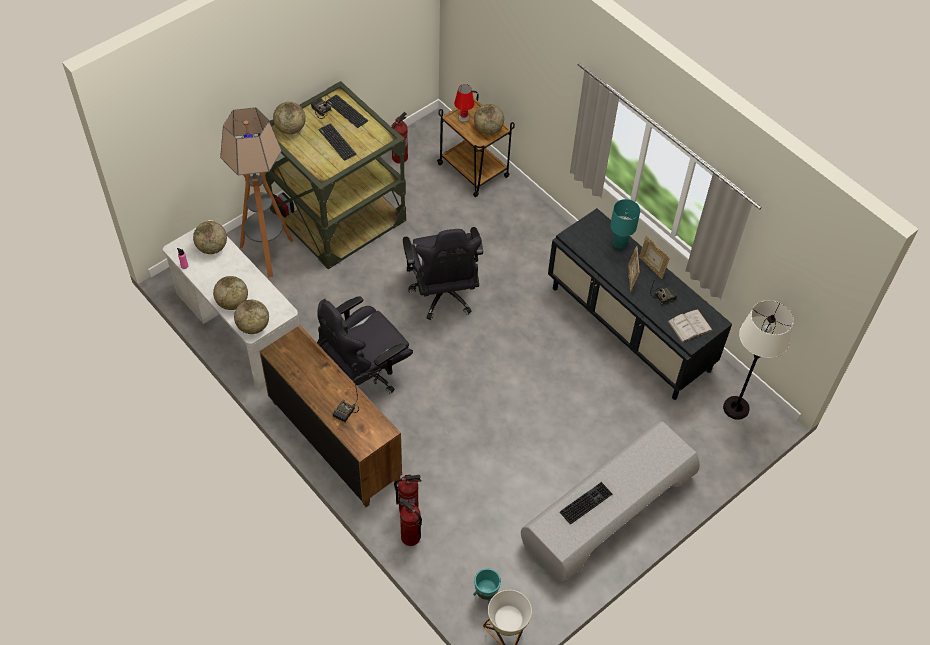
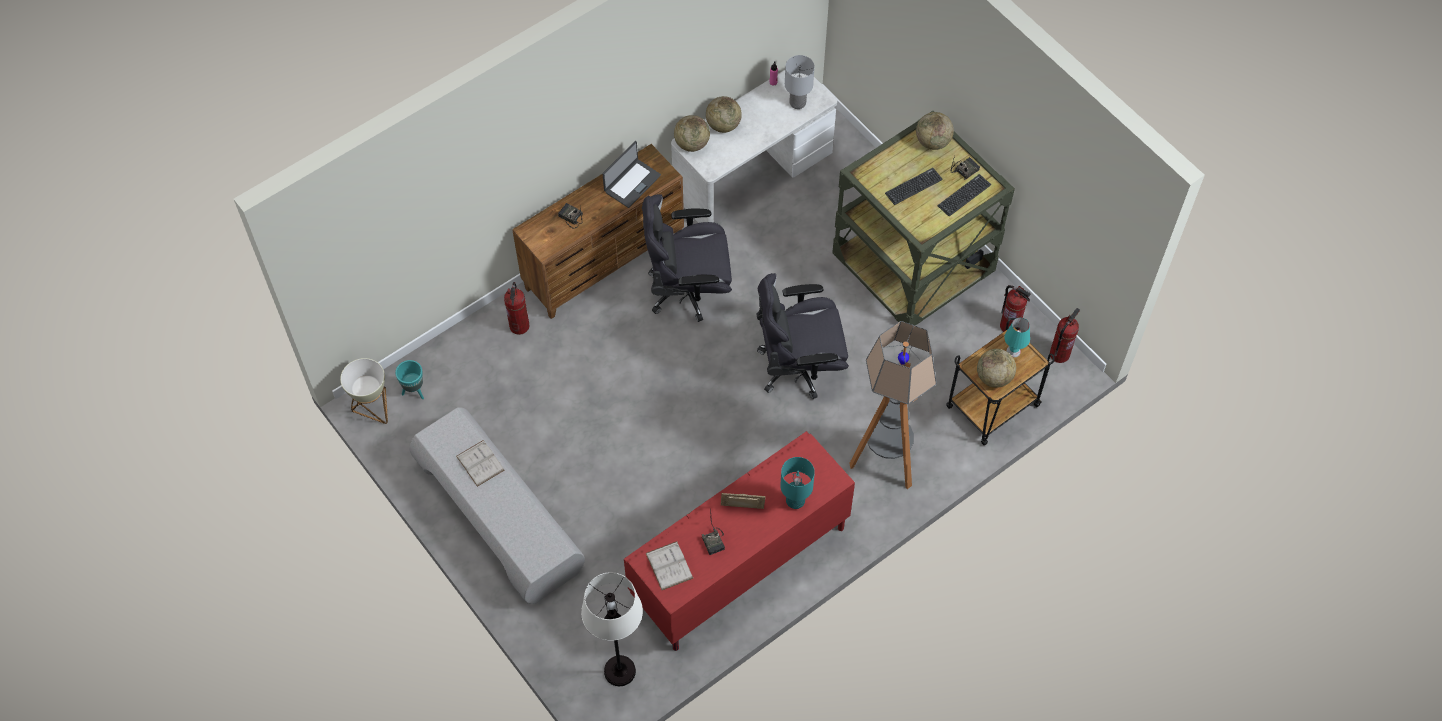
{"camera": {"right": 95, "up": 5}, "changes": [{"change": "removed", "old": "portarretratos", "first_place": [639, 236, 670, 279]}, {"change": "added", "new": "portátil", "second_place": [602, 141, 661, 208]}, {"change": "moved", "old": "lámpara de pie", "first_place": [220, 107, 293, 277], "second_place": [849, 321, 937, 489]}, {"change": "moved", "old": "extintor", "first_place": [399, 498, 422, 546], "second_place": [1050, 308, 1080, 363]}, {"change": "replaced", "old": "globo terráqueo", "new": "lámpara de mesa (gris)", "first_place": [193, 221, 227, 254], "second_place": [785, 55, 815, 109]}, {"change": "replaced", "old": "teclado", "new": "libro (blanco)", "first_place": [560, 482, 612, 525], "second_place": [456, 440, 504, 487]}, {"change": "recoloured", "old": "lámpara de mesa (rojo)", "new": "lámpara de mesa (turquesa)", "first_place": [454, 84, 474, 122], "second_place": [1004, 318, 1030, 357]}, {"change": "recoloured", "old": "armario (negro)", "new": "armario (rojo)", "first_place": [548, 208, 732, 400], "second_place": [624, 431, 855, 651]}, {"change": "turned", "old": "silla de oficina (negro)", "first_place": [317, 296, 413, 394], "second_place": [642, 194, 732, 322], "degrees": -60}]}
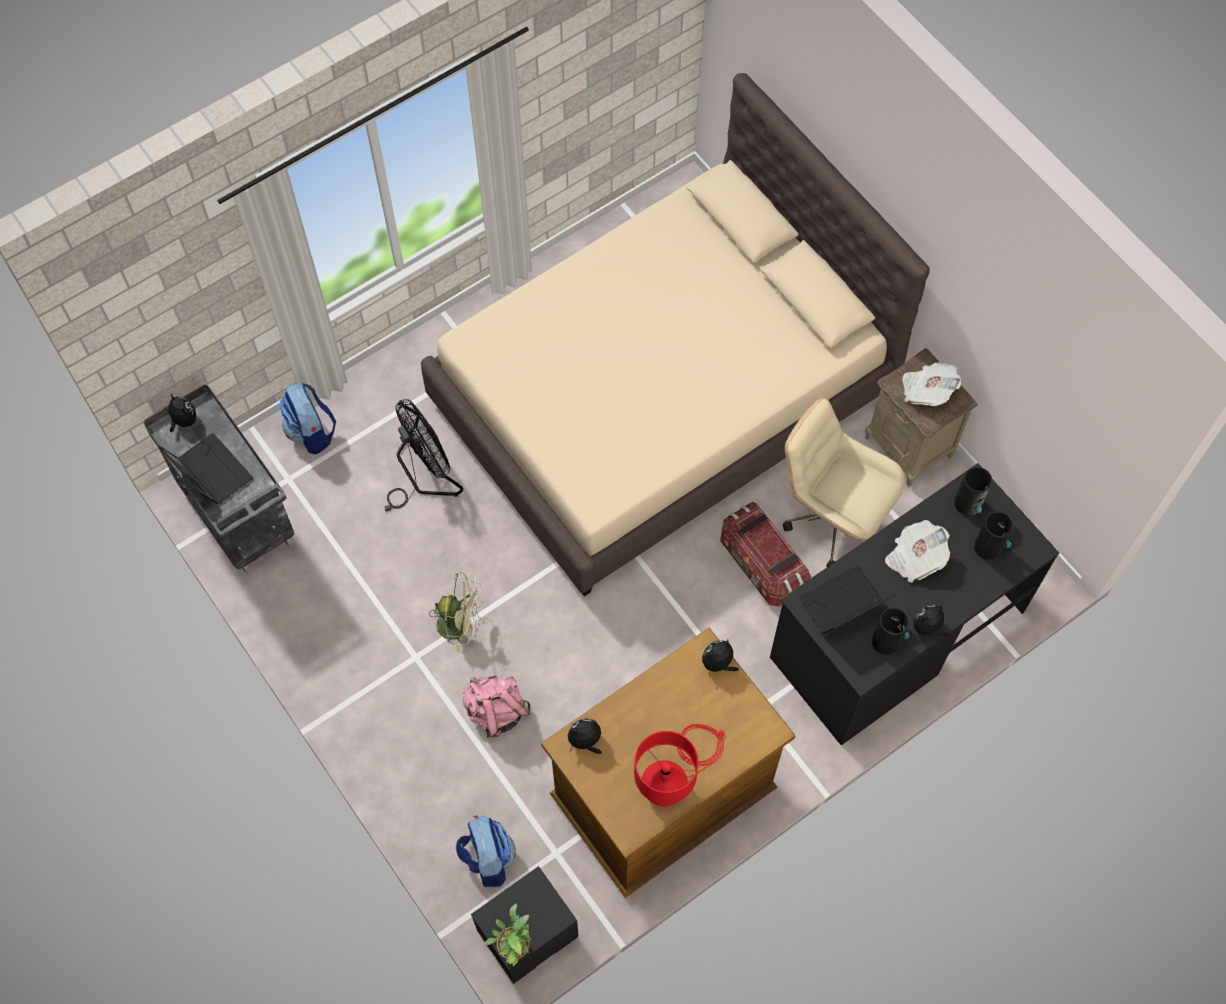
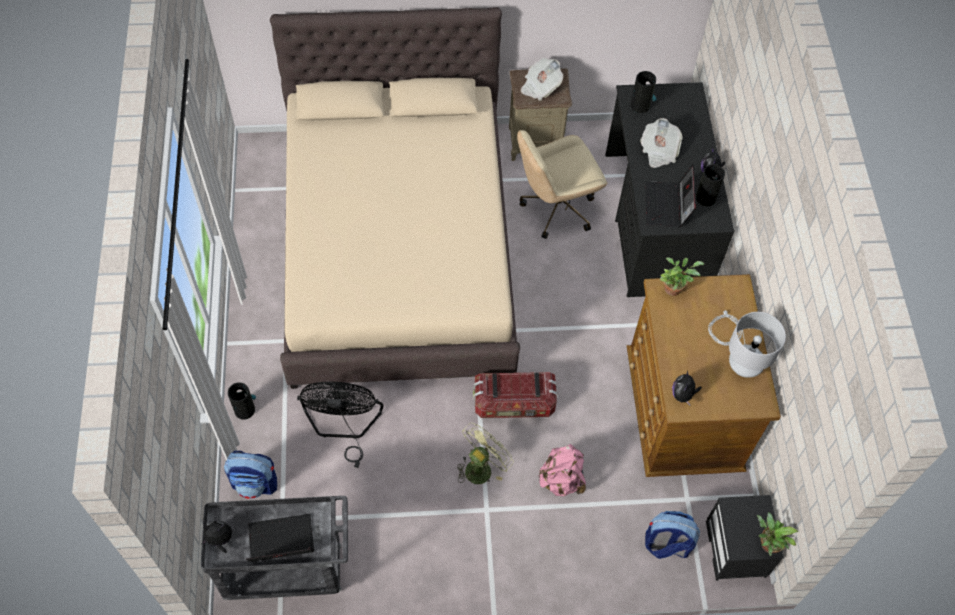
{"camera": {"right": -60, "up": -5}, "changes": [{"change": "moved", "old": "caja de almacenaje", "first_place": [720, 501, 811, 607], "second_place": [473, 372, 558, 418]}, {"change": "moved", "old": "florero", "first_place": [974, 511, 1013, 560], "second_place": [228, 382, 256, 420]}, {"change": "replaced", "old": "peluche", "new": "planta en maceta", "first_place": [702, 640, 739, 677], "second_place": [660, 257, 704, 296]}, {"change": "recoloured", "old": "lámpara de mesa (rojo)", "new": "lámpara de mesa (blanco)", "first_place": [634, 724, 724, 806], "second_place": [708, 310, 786, 378]}]}
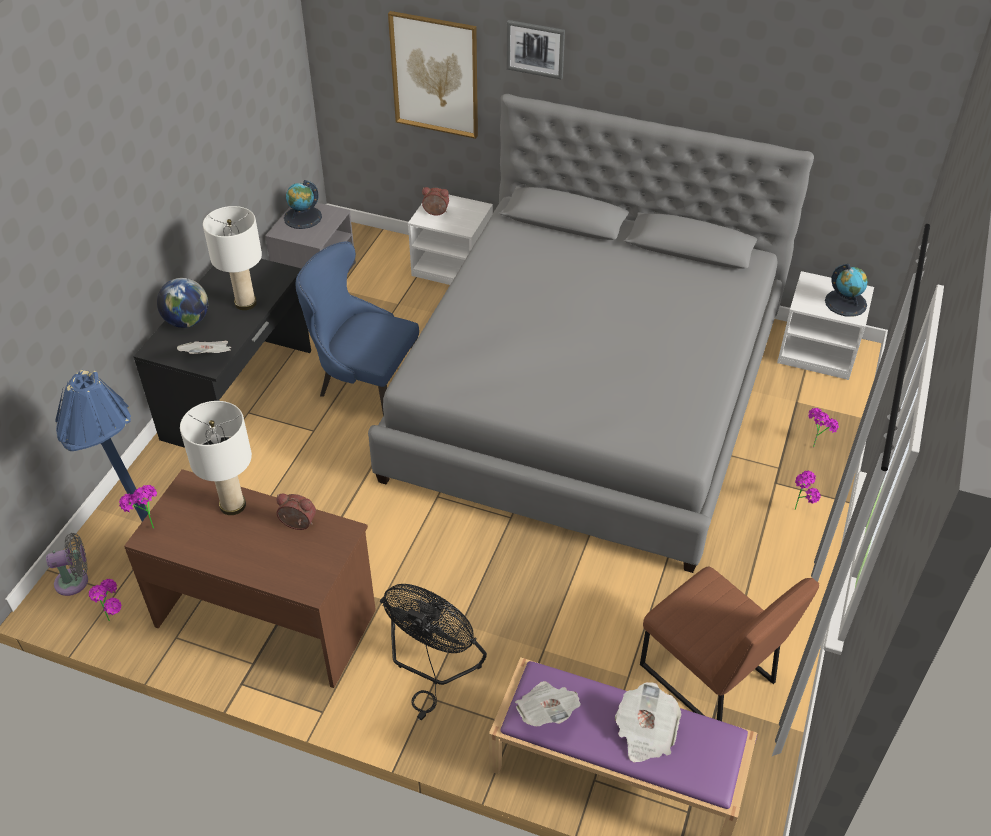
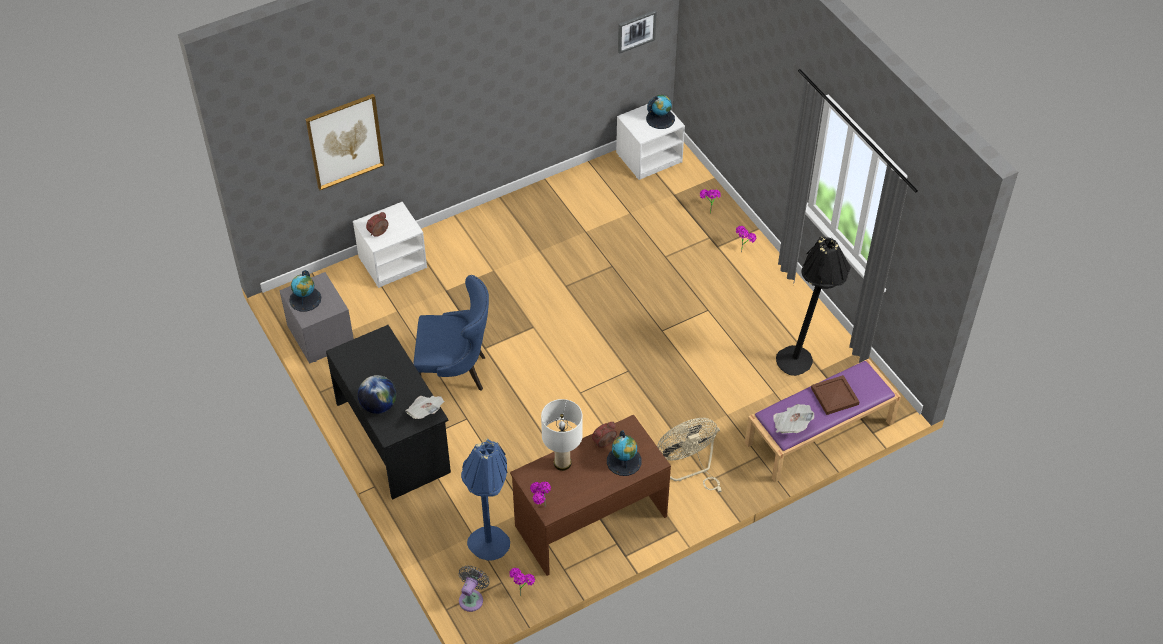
{"camera": {"right": -50, "up": 5}, "changes": [{"change": "removed", "old": "lámpara de mesa (blanco)", "first_place": [203, 206, 262, 310]}, {"change": "removed", "old": "cama (gris)", "first_place": [368, 94, 814, 573]}, {"change": "added", "new": "globo terráqueo", "second_place": [607, 430, 642, 476]}, {"change": "moved", "old": "cuadro", "first_place": [507, 20, 565, 80], "second_place": [618, 10, 657, 54]}, {"change": "replaced", "old": "periódico", "new": "bandeja (marrón)", "first_place": [615, 682, 682, 762], "second_place": [811, 375, 859, 415]}, {"change": "replaced", "old": "silla (marrón)", "new": "lámpara de pie (negro)", "first_place": [640, 566, 819, 721], "second_place": [776, 237, 851, 376]}, {"change": "recoloured", "old": "ventilador (negro)", "new": "ventilador (beis)", "first_place": [380, 584, 487, 721], "second_place": [657, 418, 722, 493]}, {"change": "turned", "old": "silla (azul)", "first_place": [296, 241, 419, 416], "second_place": [413, 275, 489, 391], "degrees": -150}]}
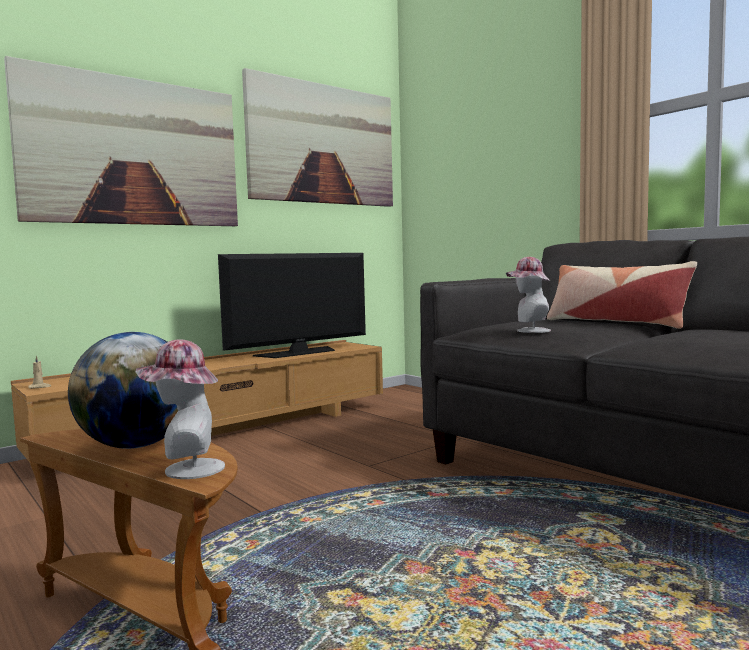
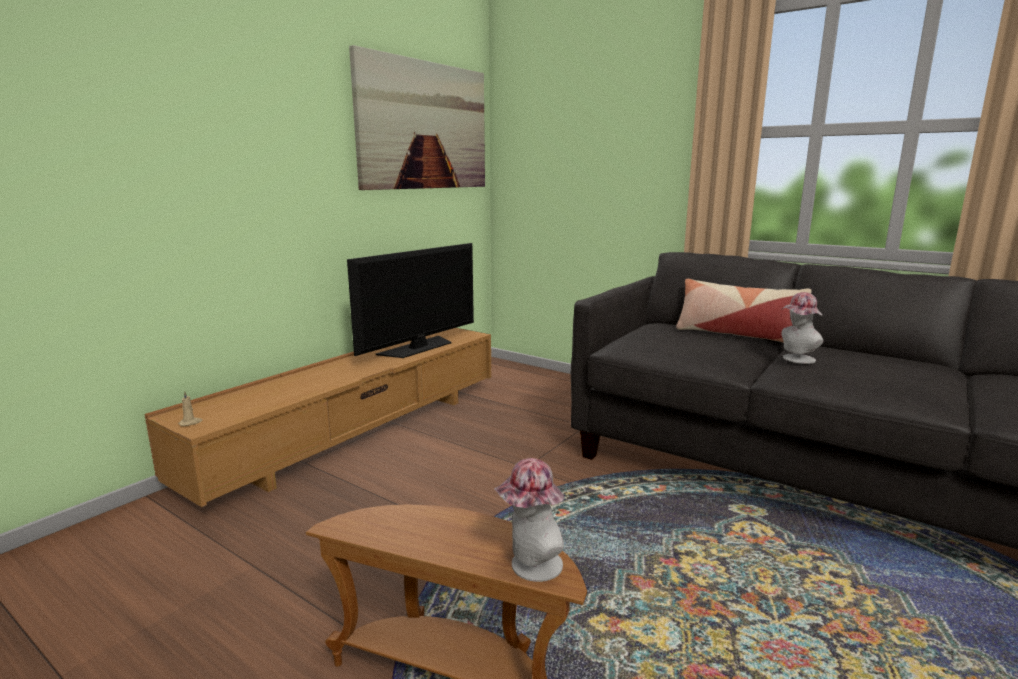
{"camera": {"right": -15, "up": 10}, "changes": [{"change": "removed", "old": "cuadro", "first_place": [4, 56, 238, 226]}, {"change": "removed", "old": "globo terráqueo", "first_place": [68, 332, 178, 449]}, {"change": "moved", "old": "sombrero", "first_place": [506, 257, 551, 333], "second_place": [782, 292, 823, 364]}]}
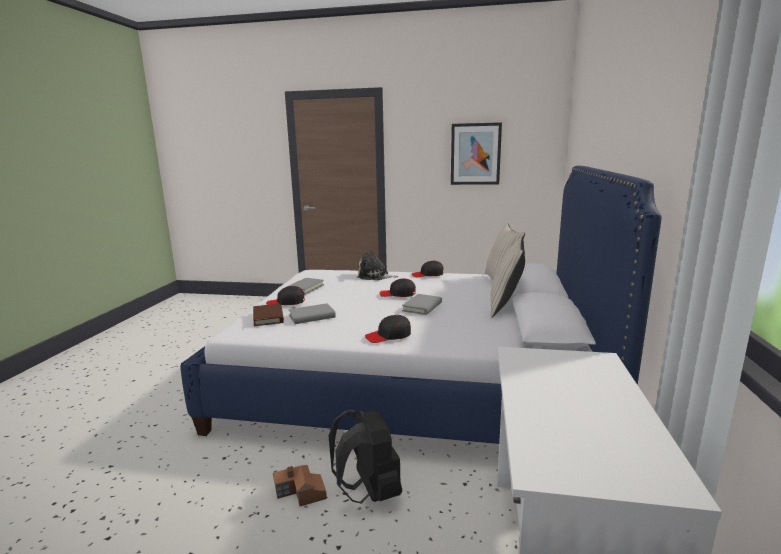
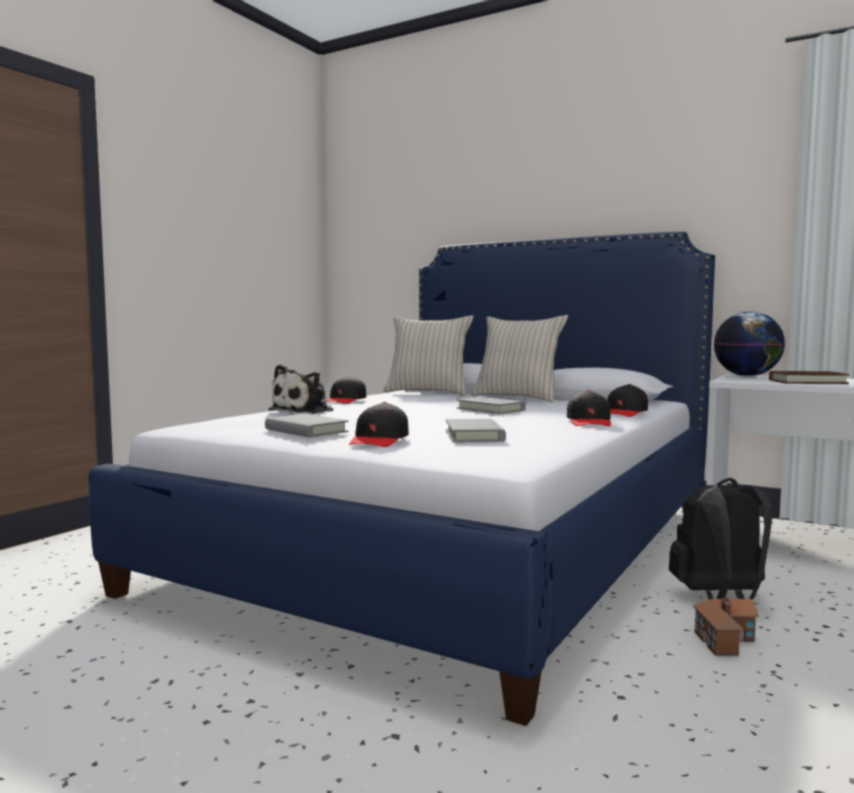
{"camera": {"right": -70, "up": -10}, "changes": [{"change": "removed", "old": "cuadro", "first_place": [451, 122, 502, 185]}, {"change": "added", "new": "globo terráqueo", "second_place": [714, 311, 785, 376]}, {"change": "moved", "old": "libro (marrón)", "first_place": [253, 304, 284, 326], "second_place": [769, 371, 850, 384]}, {"change": "moved", "old": "gorra (negro)", "first_place": [380, 278, 416, 297], "second_place": [607, 384, 648, 417]}]}
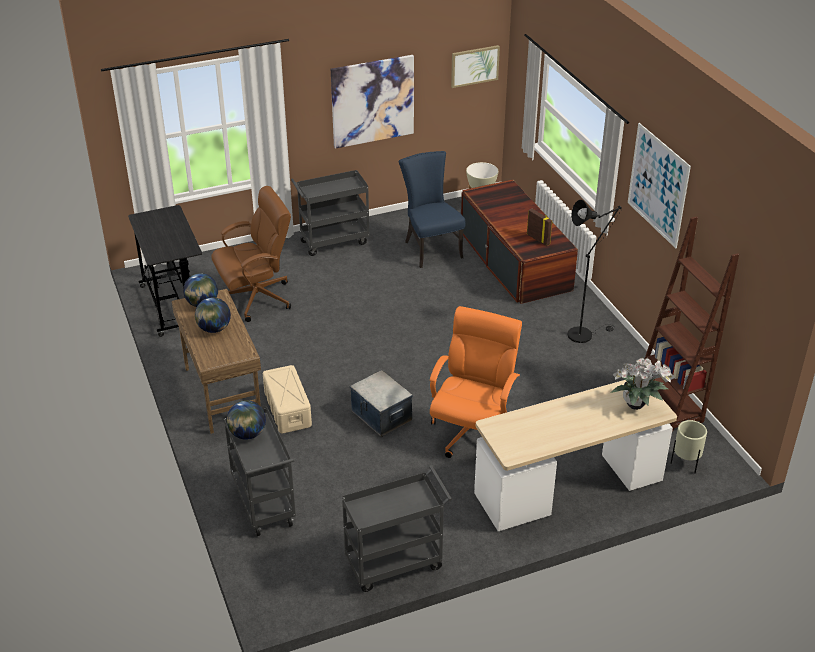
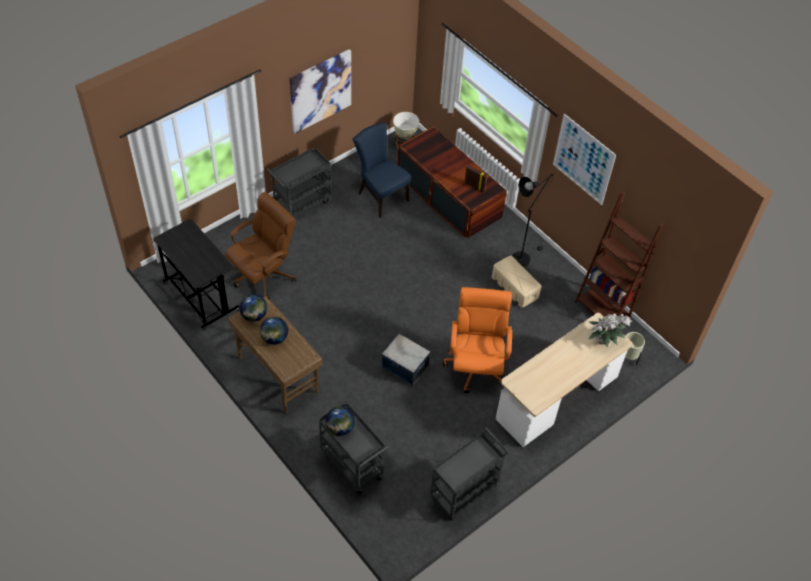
{"camera": {"right": -20, "up": 15}, "changes": [{"change": "removed", "old": "cuadro", "first_place": [451, 45, 500, 88]}, {"change": "moved", "old": "caja de almacenaje (beis)", "first_place": [263, 365, 312, 434], "second_place": [492, 255, 541, 308]}]}
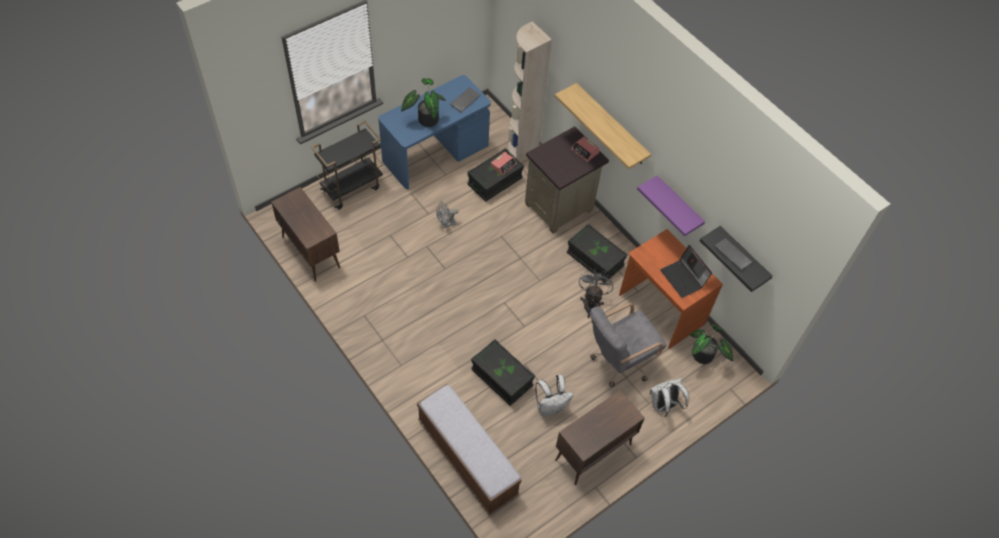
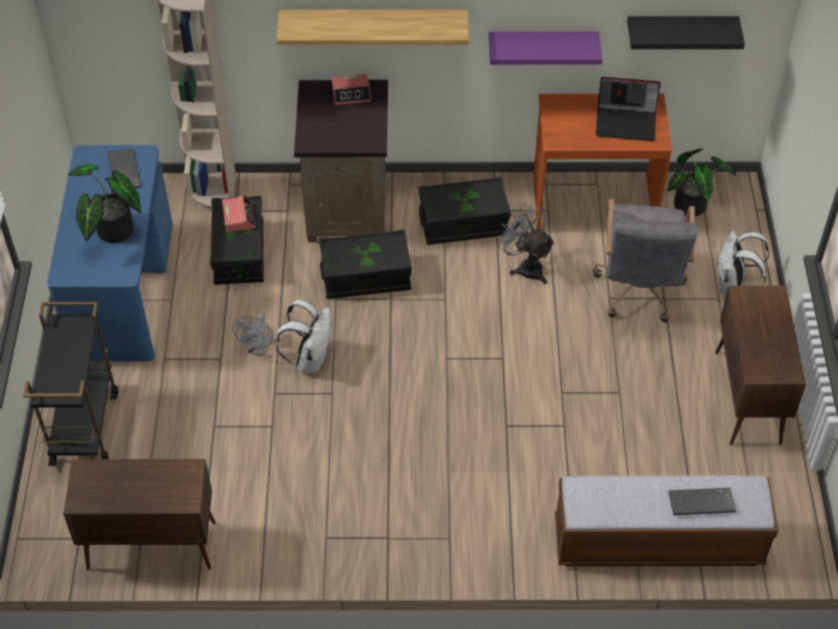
{"camera": {"right": -50, "up": -5}, "changes": [{"change": "moved", "old": "caja de almacenaje (negro)", "first_place": [471, 339, 535, 406], "second_place": [319, 229, 412, 299]}, {"change": "moved", "old": "mochila (blanco)", "first_place": [535, 375, 574, 416], "second_place": [275, 299, 331, 373]}, {"change": "moved", "old": "teclado", "first_place": [714, 238, 753, 270], "second_place": [669, 488, 736, 515]}]}
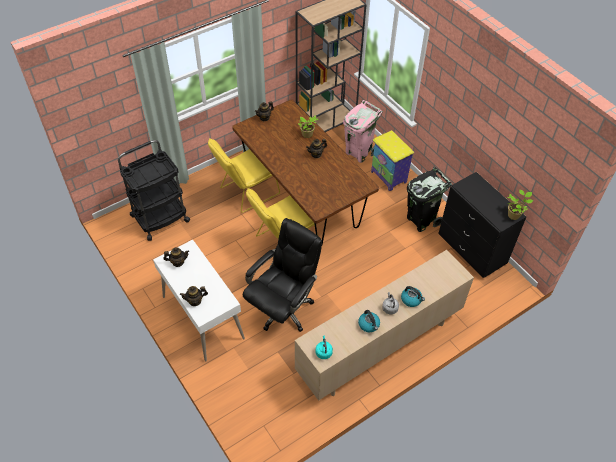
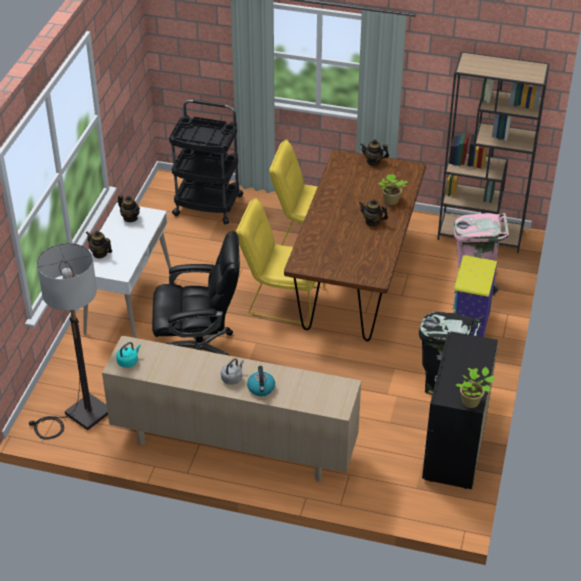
{"camera": {"right": 50, "up": -10}, "changes": [{"change": "removed", "old": "hervidor", "first_place": [358, 310, 380, 332]}, {"change": "added", "new": "lámpara de pie", "second_place": [29, 243, 108, 439]}]}
